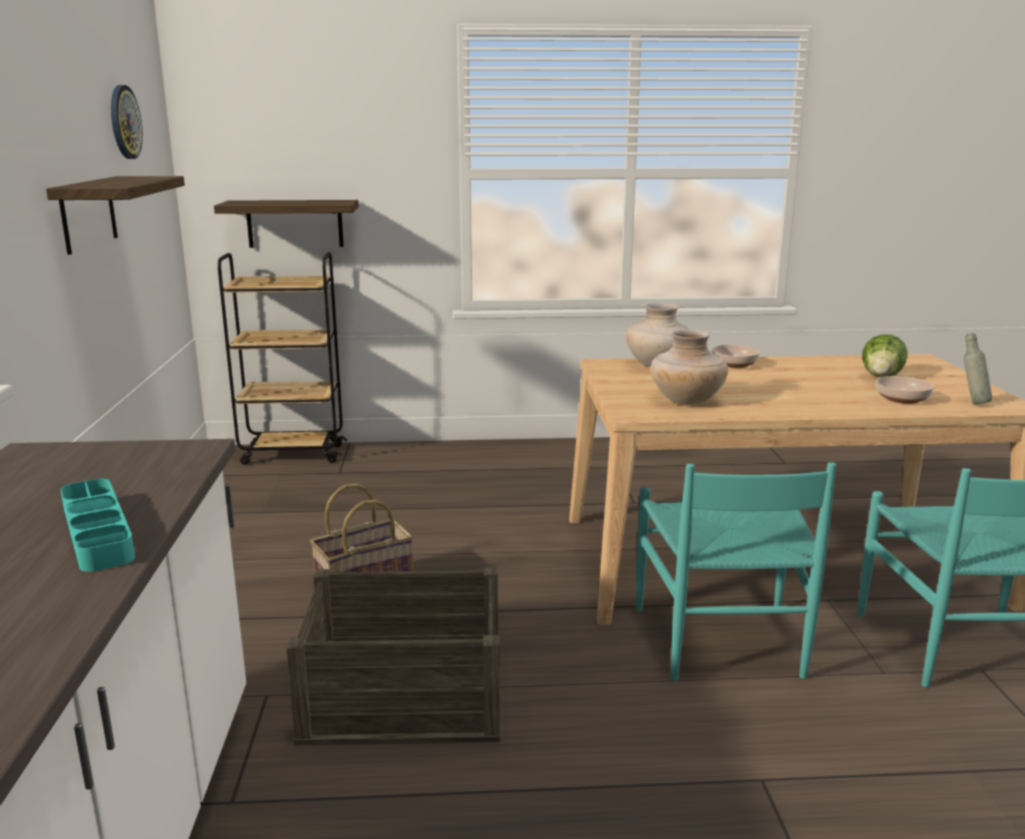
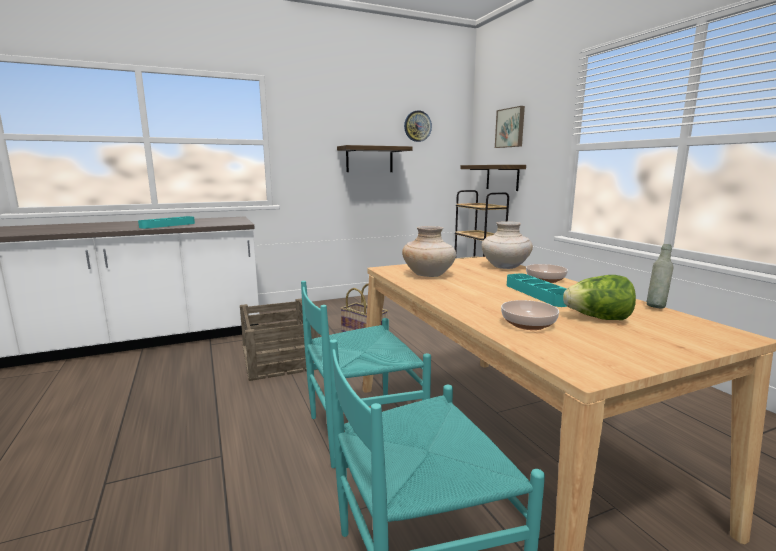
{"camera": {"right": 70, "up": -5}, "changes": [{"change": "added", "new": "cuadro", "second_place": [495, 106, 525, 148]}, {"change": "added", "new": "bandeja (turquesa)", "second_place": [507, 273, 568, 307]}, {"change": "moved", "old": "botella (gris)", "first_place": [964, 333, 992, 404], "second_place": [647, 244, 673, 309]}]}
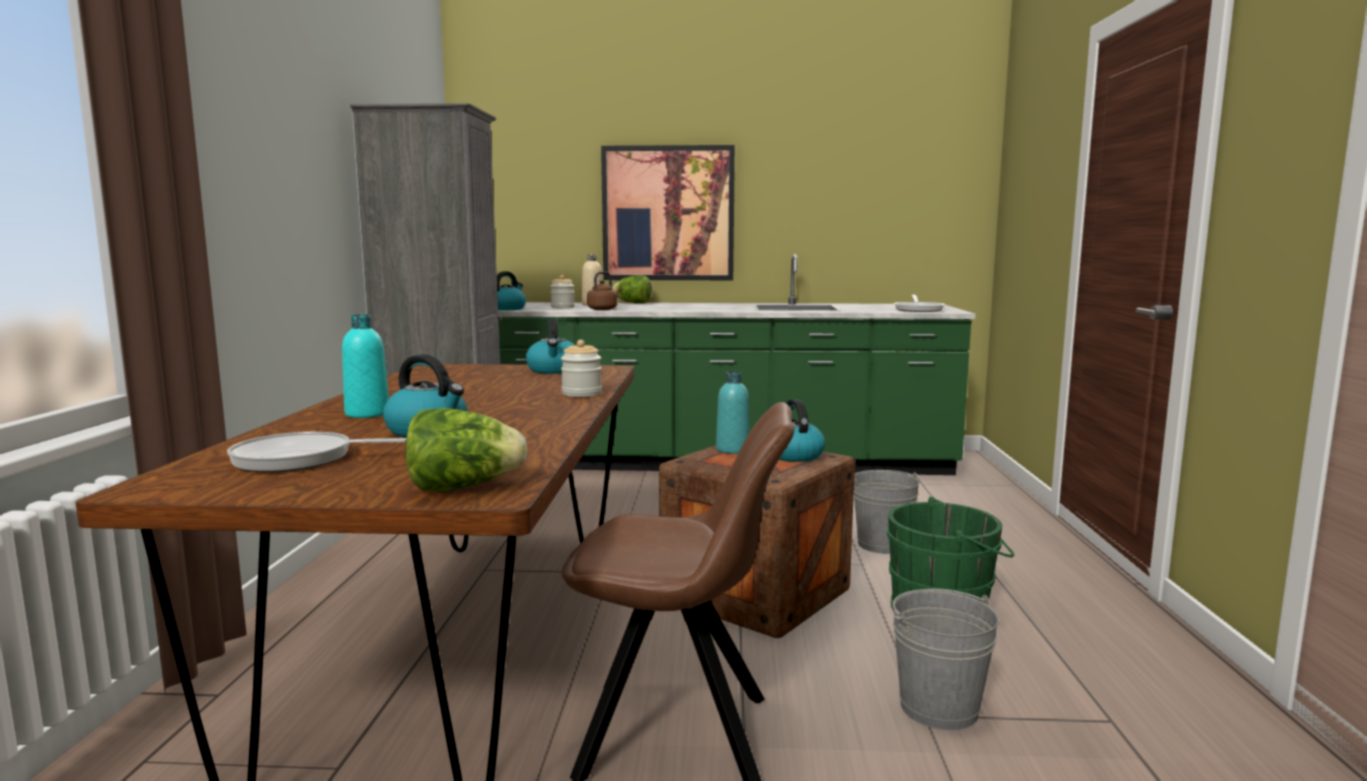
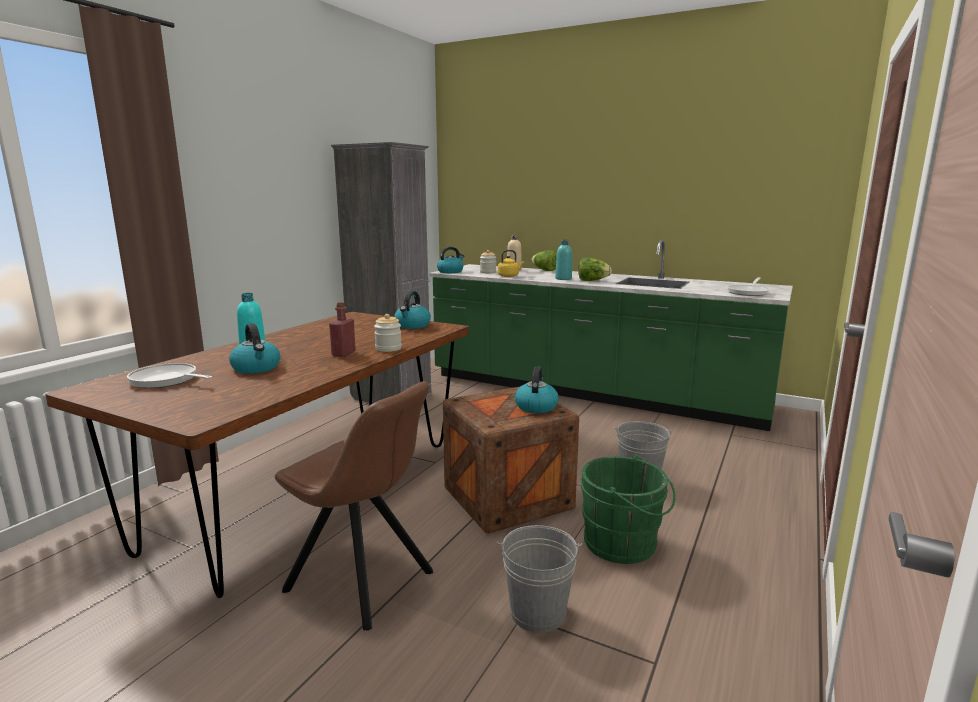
{"camera": {"right": 25, "up": 5}, "changes": [{"change": "removed", "old": "cuadro", "first_place": [601, 145, 735, 280]}, {"change": "added", "new": "botella (rojo)", "second_place": [329, 302, 356, 357]}, {"change": "moved", "old": "lechuga", "first_place": [406, 408, 528, 491], "second_place": [578, 258, 612, 281]}, {"change": "moved", "old": "botella (turquesa)", "first_place": [716, 371, 750, 454], "second_place": [555, 240, 572, 280]}, {"change": "recoloured", "old": "hervidor (marrón)", "new": "hervidor (amarillo)", "first_place": [587, 272, 621, 310], "second_place": [498, 250, 524, 277]}]}
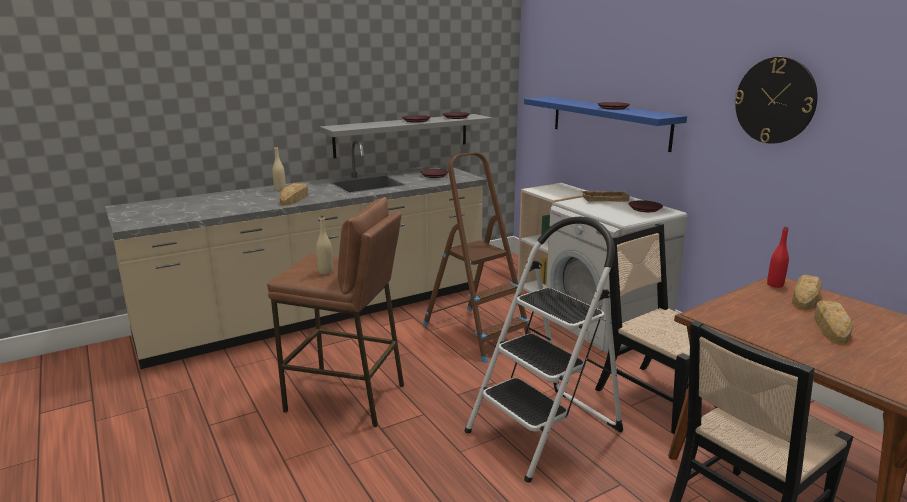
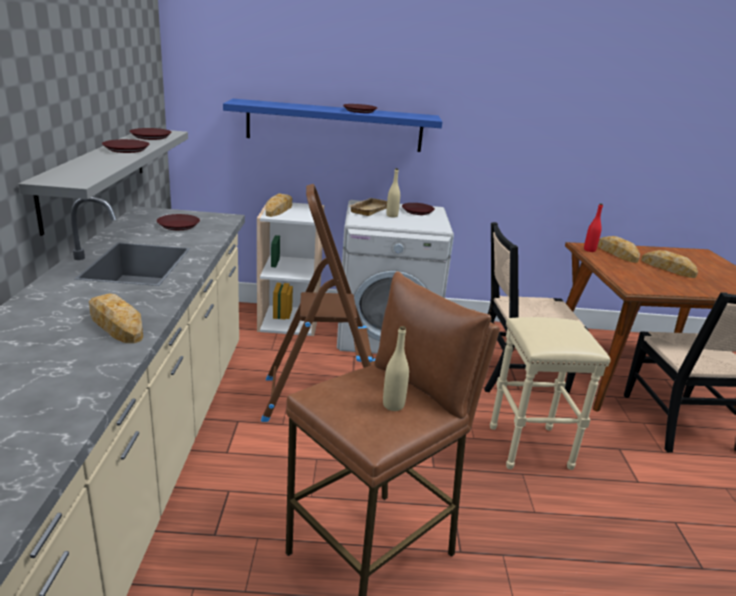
{"camera": {"right": -60, "up": 5}, "changes": [{"change": "removed", "old": "reloj de pared", "first_place": [734, 57, 818, 144]}, {"change": "added", "new": "pan", "second_place": [266, 193, 292, 217]}, {"change": "moved", "old": "botella (beis)", "first_place": [272, 146, 286, 191], "second_place": [386, 168, 400, 217]}, {"change": "replaced", "old": "escalera de tijera", "new": "taburete (beis)", "first_place": [464, 217, 623, 483], "second_place": [490, 317, 611, 470]}]}
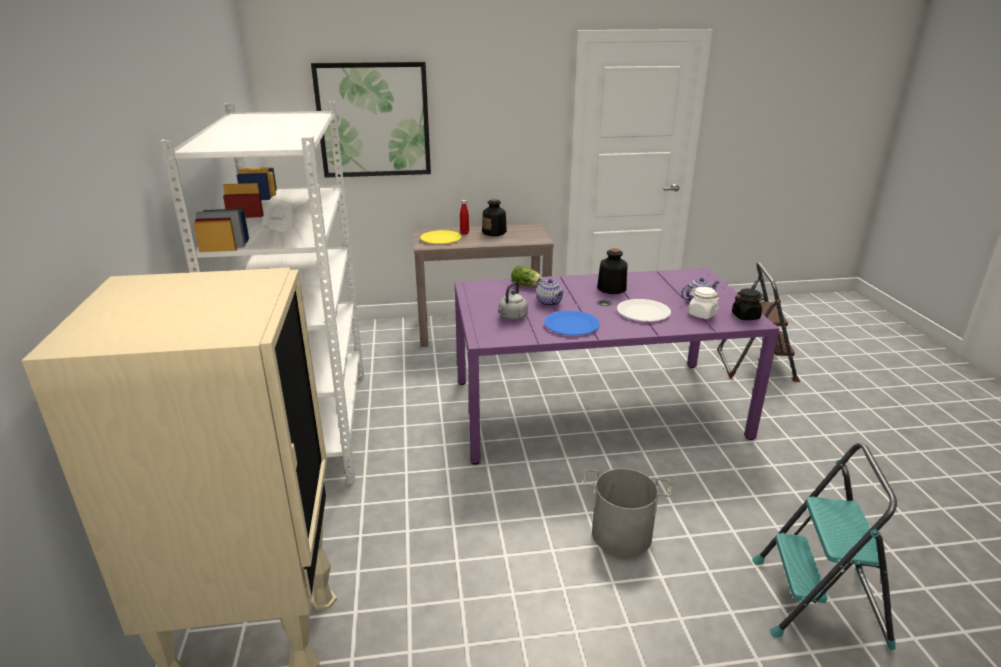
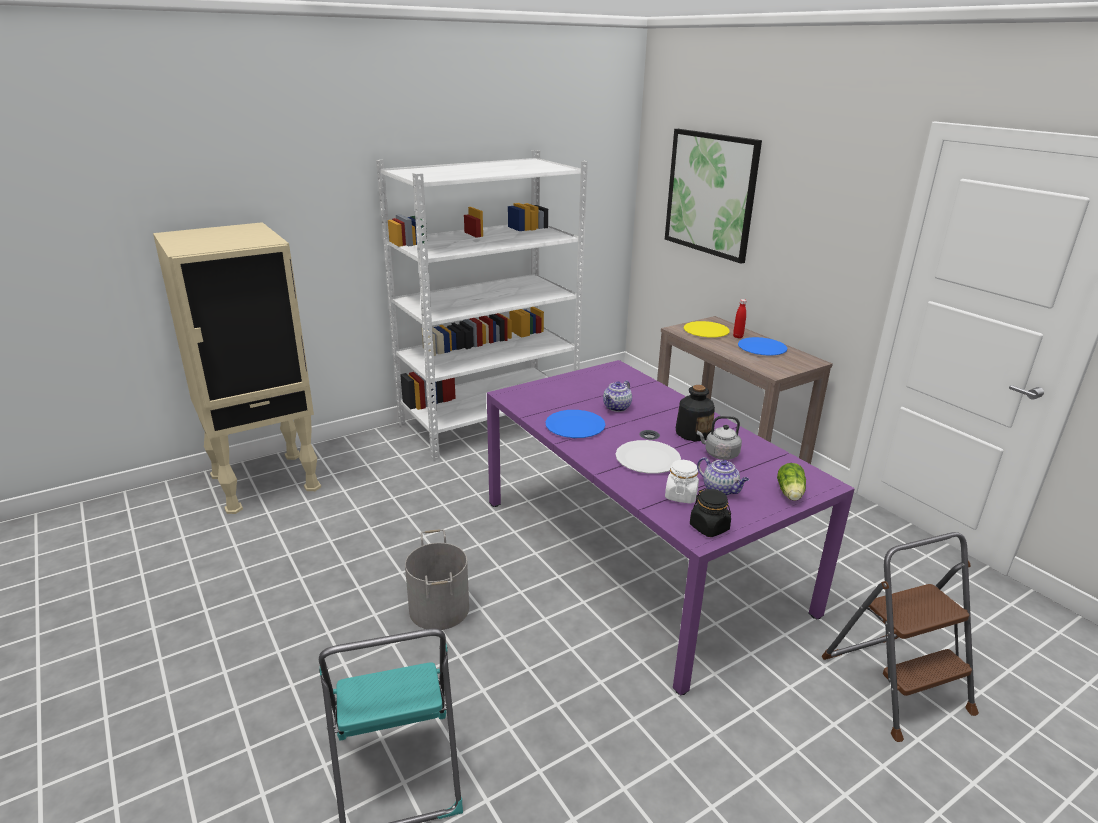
{"camera": {"right": 65, "up": 0}, "changes": [{"change": "moved", "old": "hervidor (gris)", "first_place": [498, 282, 528, 320], "second_place": [697, 416, 742, 460]}, {"change": "moved", "old": "lechuga", "first_place": [511, 265, 543, 286], "second_place": [777, 463, 806, 501]}, {"change": "replaced", "old": "botella", "new": "plato (azul)", "first_place": [482, 199, 507, 236], "second_place": [738, 337, 787, 356]}]}
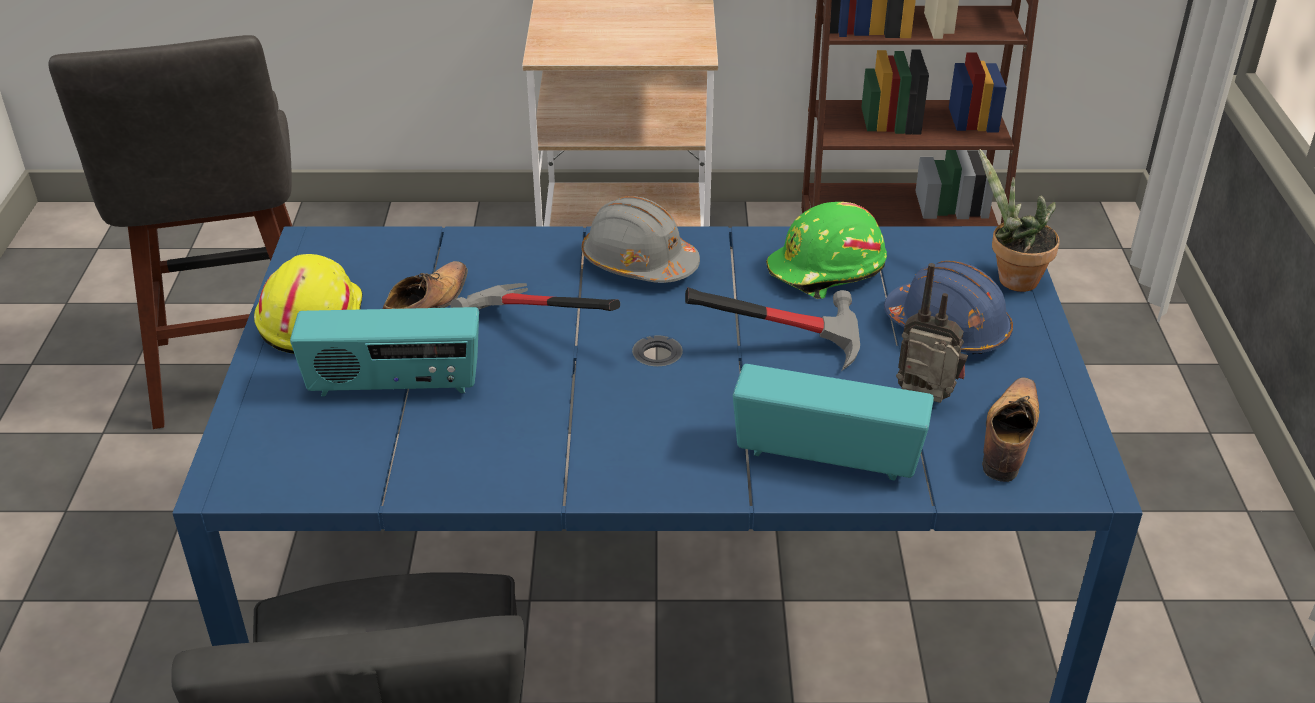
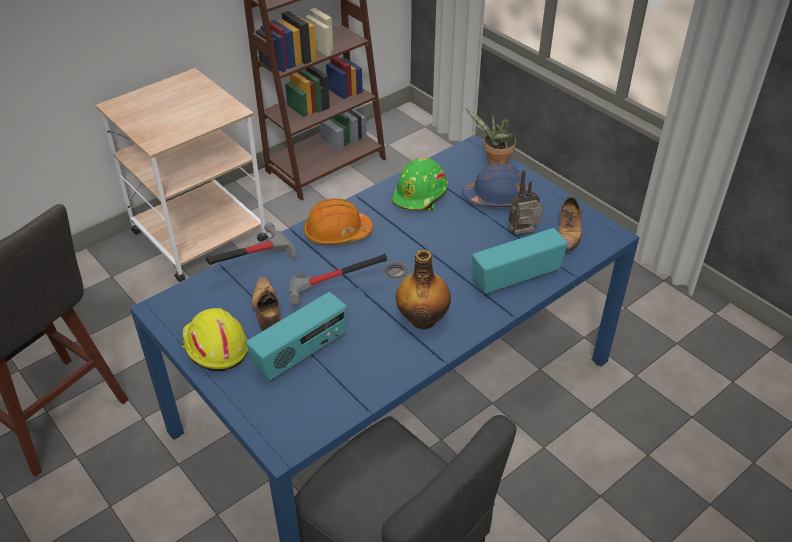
{"camera": {"right": -40, "up": 5}, "changes": [{"change": "added", "new": "botella", "second_place": [396, 250, 451, 330]}, {"change": "moved", "old": "martillo", "first_place": [685, 287, 860, 371], "second_place": [205, 222, 295, 265]}, {"change": "recoloured", "old": "casco (gris)", "new": "casco (naranja)", "first_place": [582, 196, 700, 283], "second_place": [303, 198, 373, 245]}, {"change": "turned", "old": "zapato", "first_place": [982, 377, 1039, 482], "second_place": [558, 197, 582, 252], "degrees": -150}]}
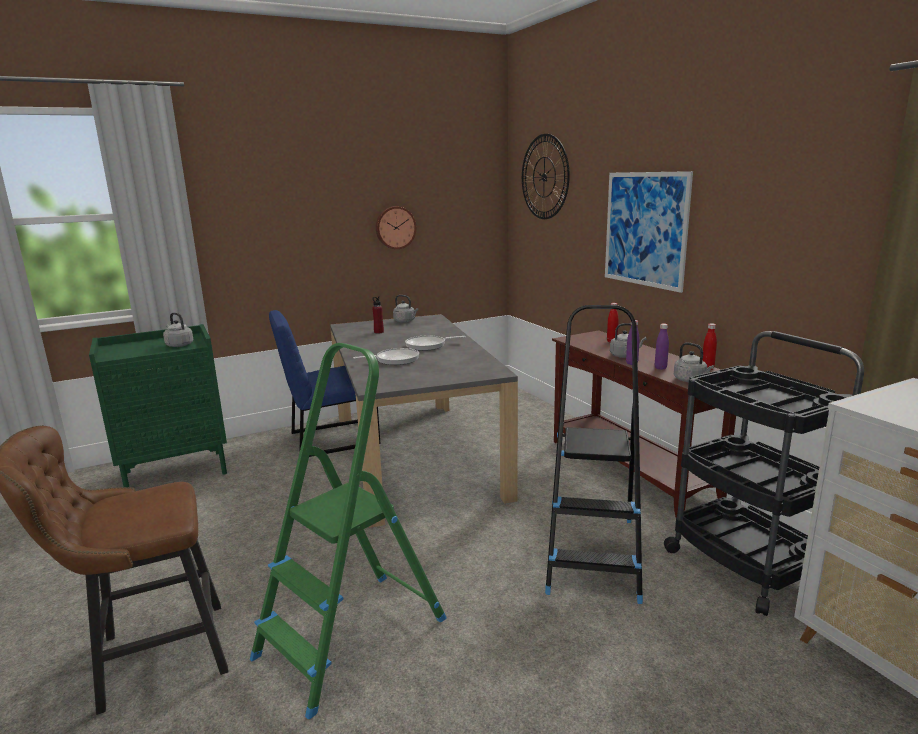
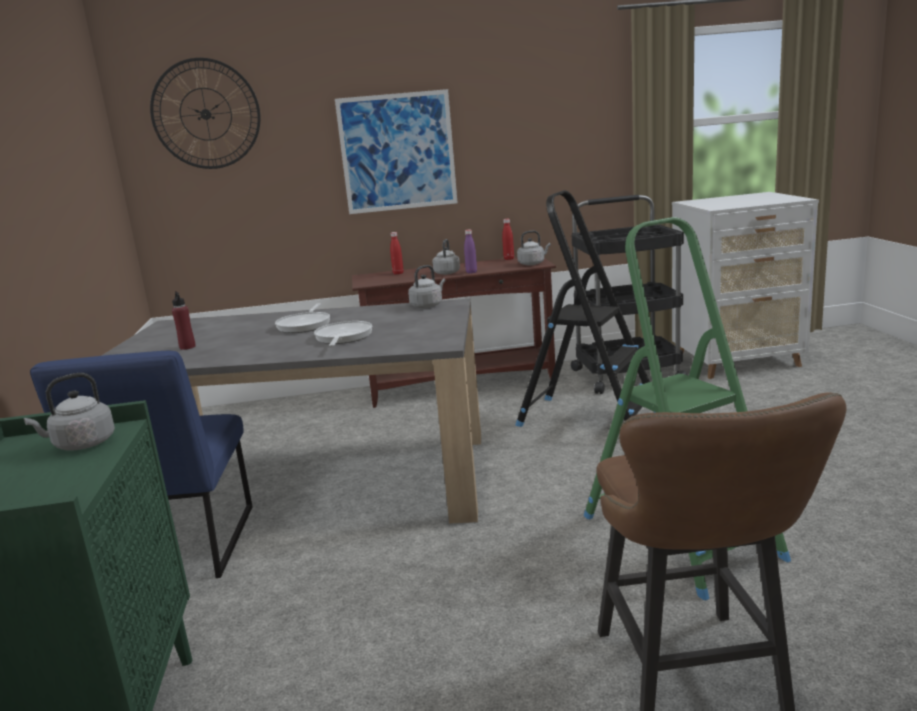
{"camera": {"right": -70, "up": 0}, "changes": [{"change": "removed", "old": "reloj de pared", "first_place": [376, 206, 416, 249]}, {"change": "removed", "old": "botella (morado)", "first_place": [655, 323, 669, 370]}, {"change": "moved", "old": "hervidor (gris)", "first_place": [393, 295, 418, 322], "second_place": [408, 265, 445, 308]}]}
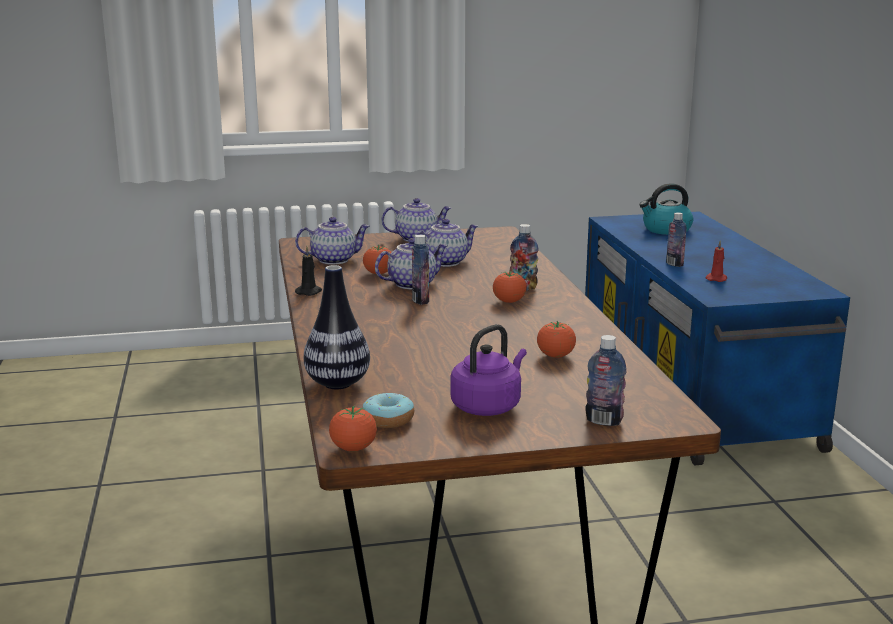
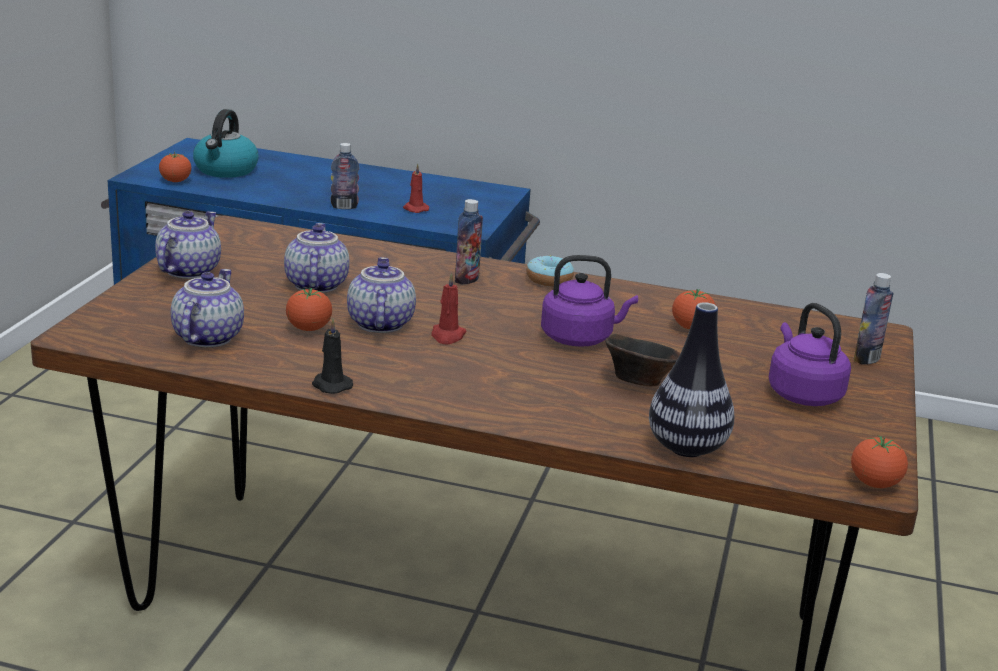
{"camera": {"right": -65, "up": 5}, "changes": [{"change": "added", "new": "hervidor (morado)", "second_place": [541, 255, 638, 347]}, {"change": "added", "new": "cuenco (marrón)", "second_place": [605, 334, 680, 387]}, {"change": "moved", "old": "rosquilla", "first_place": [363, 393, 414, 428], "second_place": [526, 256, 574, 286]}, {"change": "moved", "old": "tomate", "first_place": [493, 271, 527, 303], "second_place": [159, 152, 191, 182]}, {"change": "replaced", "old": "botella", "new": "vela (rojo)", "first_place": [412, 235, 429, 305], "second_place": [431, 272, 467, 345]}]}
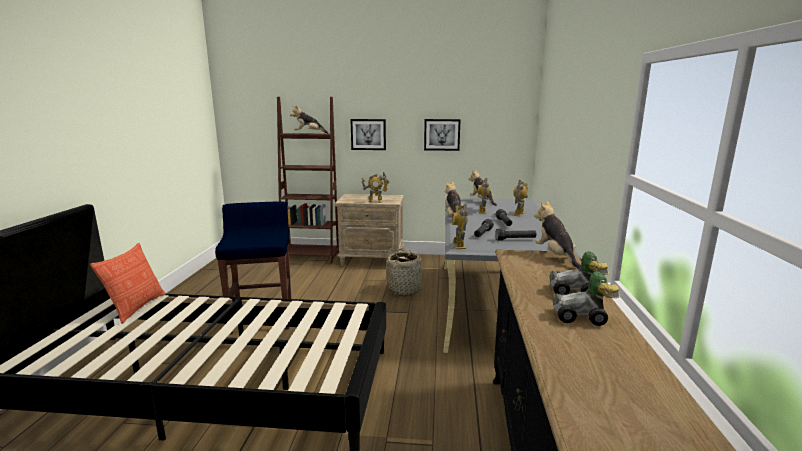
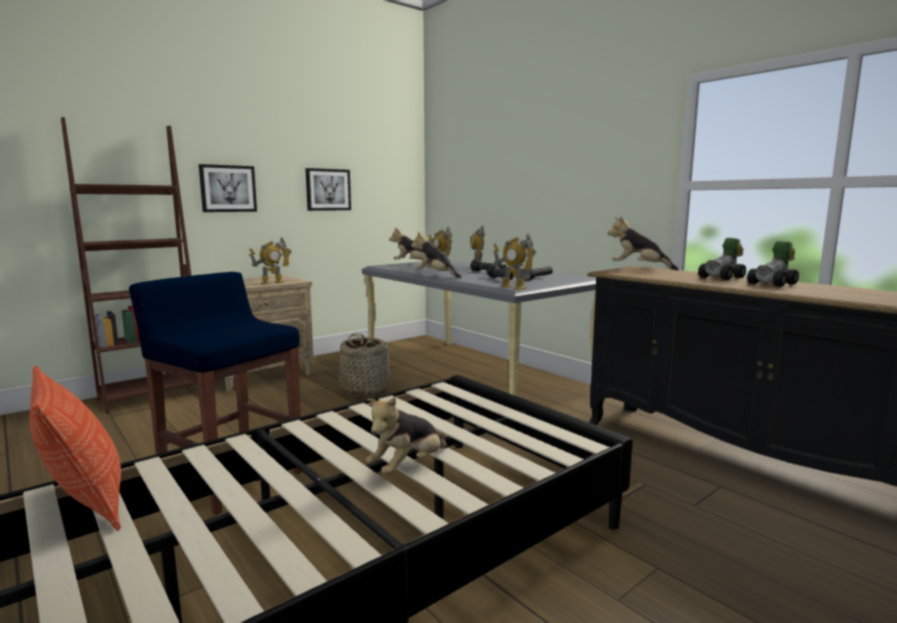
{"camera": {"right": -45, "up": -5}, "changes": [{"change": "moved", "old": "peluche", "first_place": [290, 105, 328, 133], "second_place": [367, 397, 448, 474]}]}
